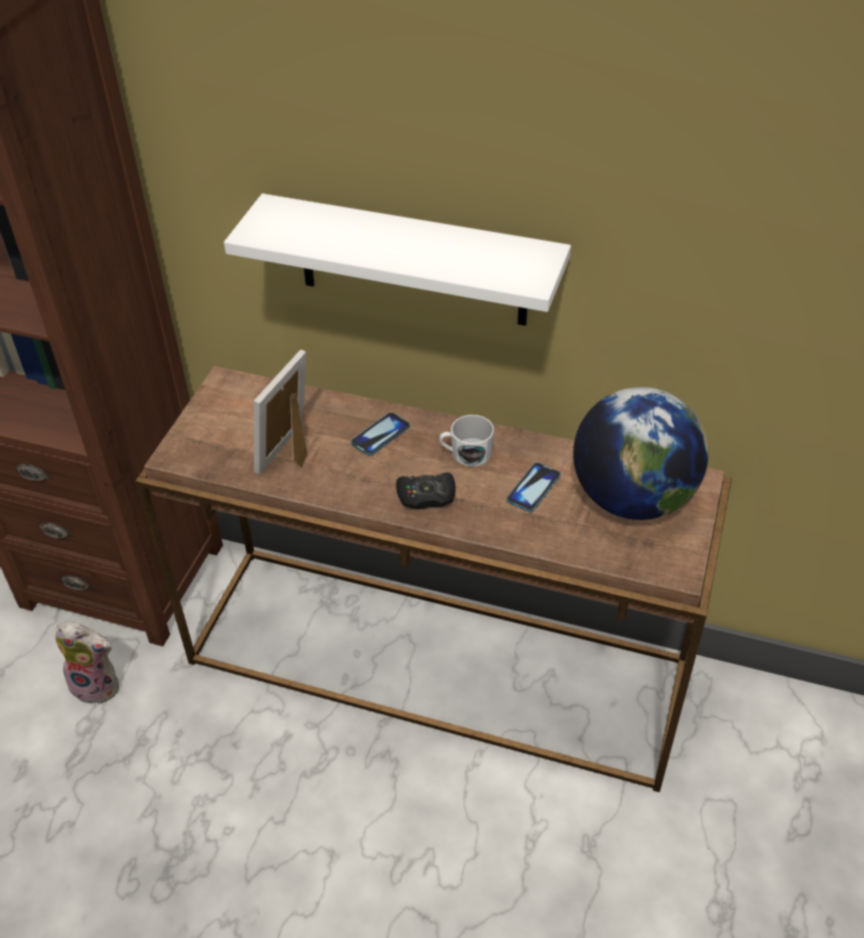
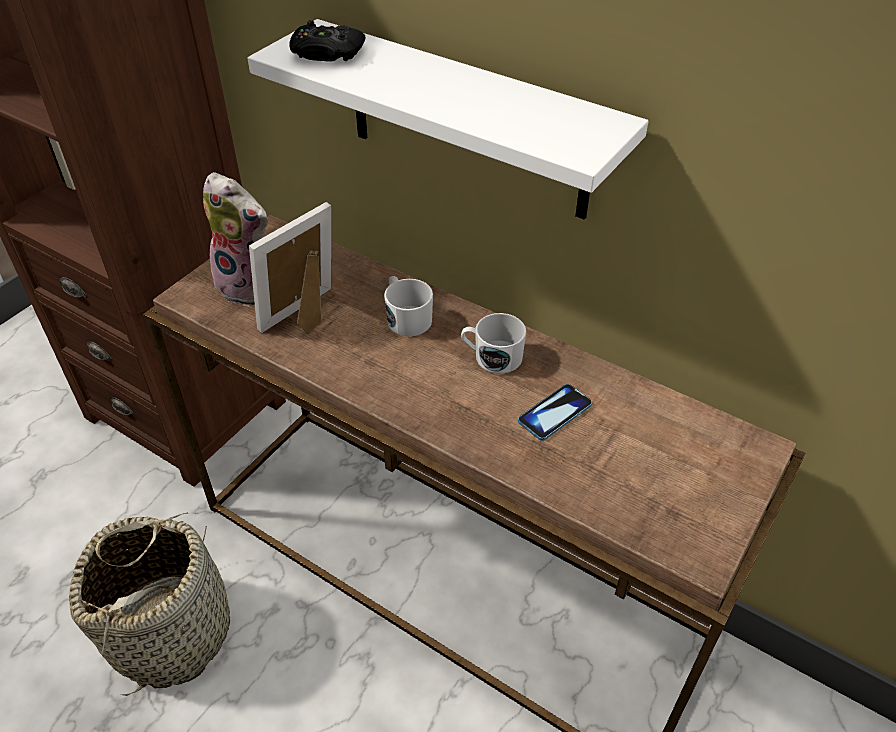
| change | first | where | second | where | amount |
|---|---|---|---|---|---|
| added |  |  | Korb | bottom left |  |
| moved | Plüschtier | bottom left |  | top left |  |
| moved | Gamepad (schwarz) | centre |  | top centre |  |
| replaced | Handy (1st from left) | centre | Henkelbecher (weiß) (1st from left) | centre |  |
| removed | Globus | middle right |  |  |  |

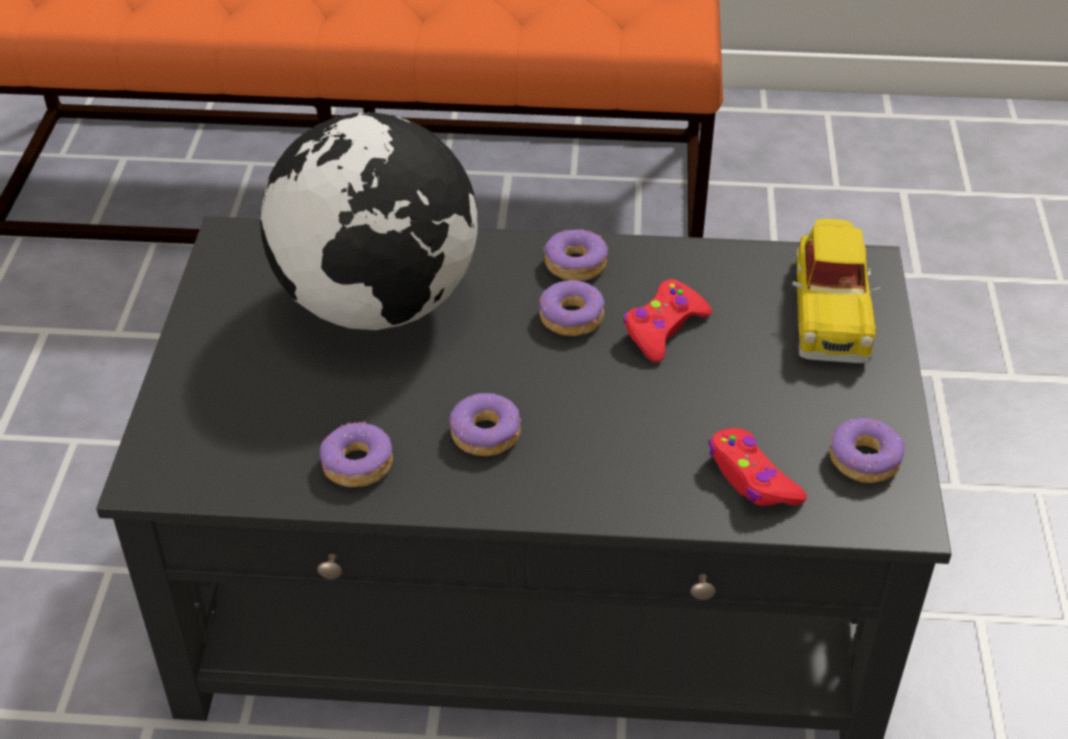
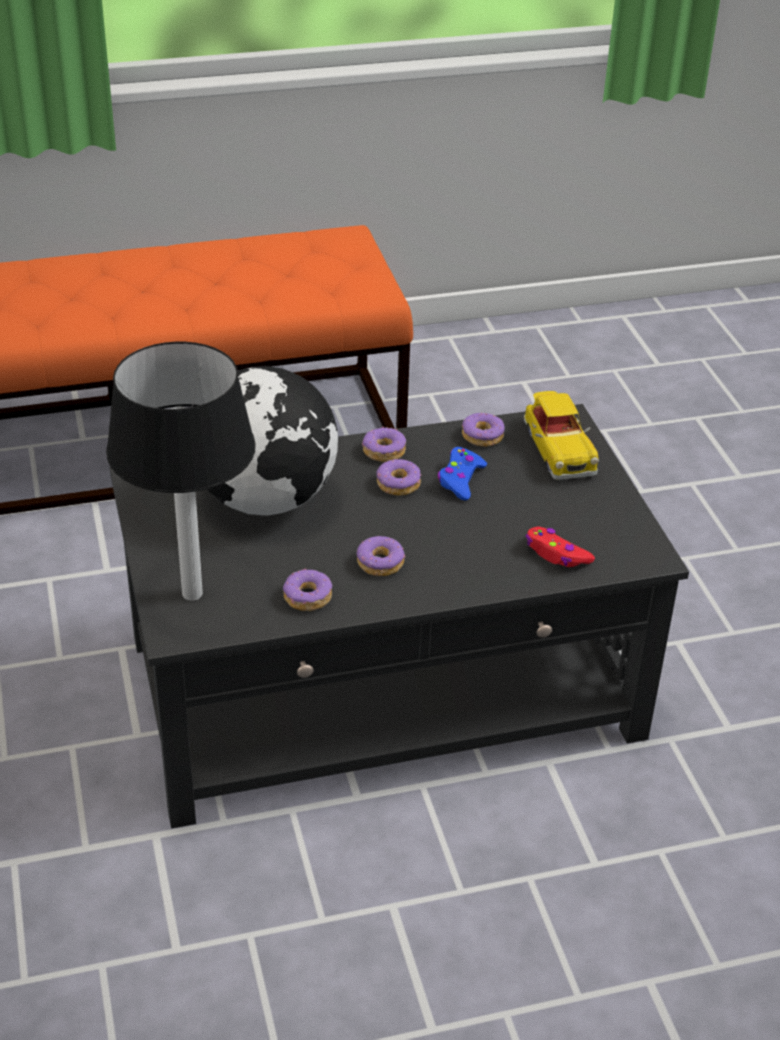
| change | first | where | second | where | amount |
|---|---|---|---|---|---|
| added |  |  | Tischlampe | middle left |  |
| recoloured | Gamepad (rot) (1st from left) | centre | Gamepad (blau) | centre |  |
| moved | Donut (5th from left) | middle right |  | centre |  |

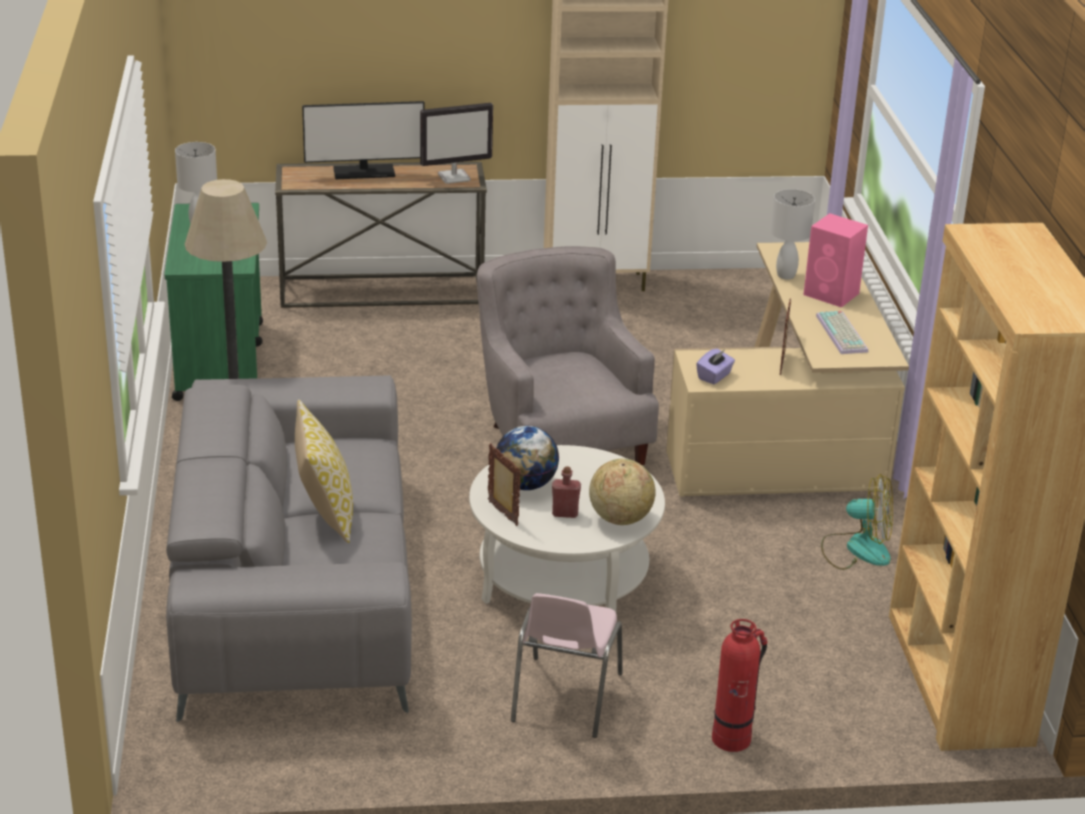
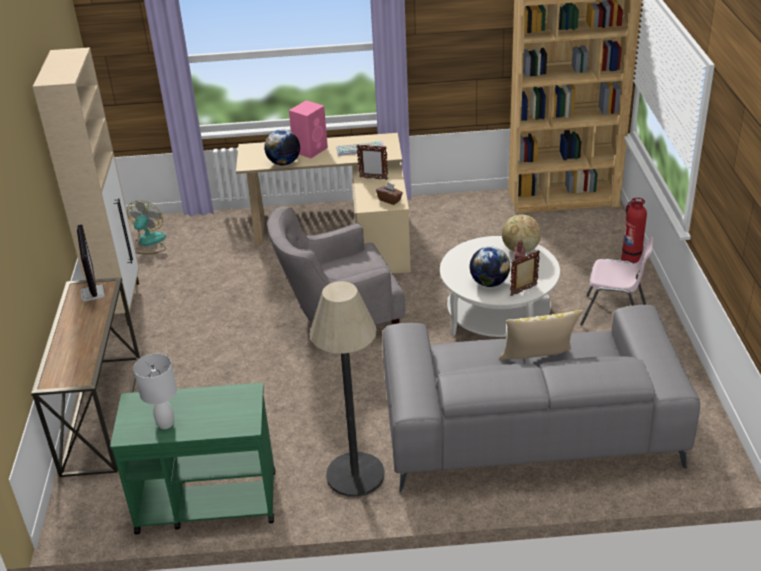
| change | first | where | second | where | amount |
|---|---|---|---|---|---|
| moved | Ventilator | middle right |  | middle left |  |
| replaced | Tischlampe (weiß) (2nd from left) | top right | Globus (1st from left) | top centre |  |
| recoloured | Taschentuchbox (lila) | centre | Taschentuchbox (braun) | centre |  |
| removed | Monitor (1st from left) | top centre |  |  |  |

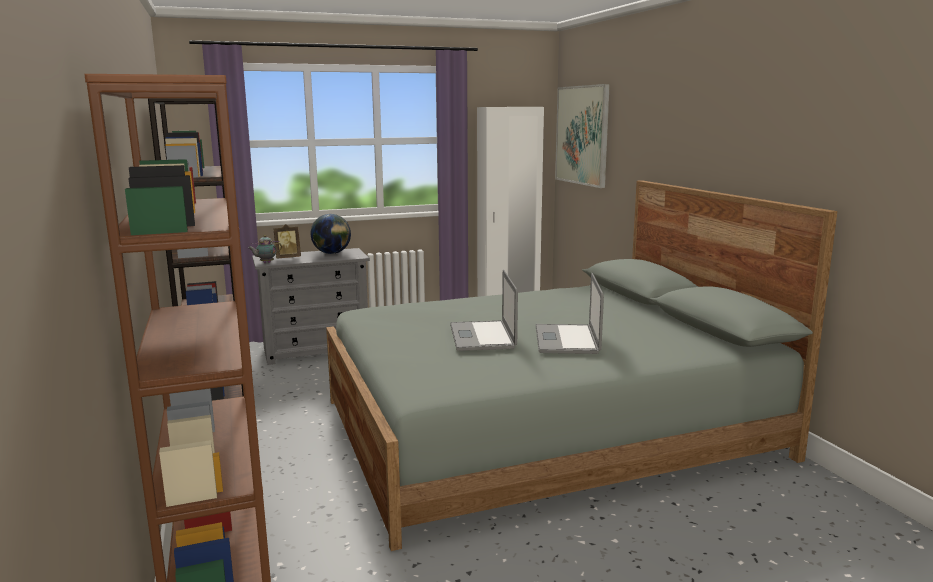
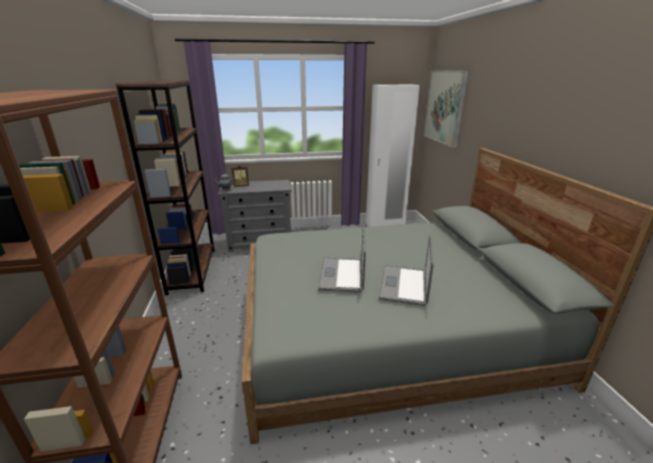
| change | first | where | second | where | amount |
|---|---|---|---|---|---|
| removed | Globus | centre |  |  |  |

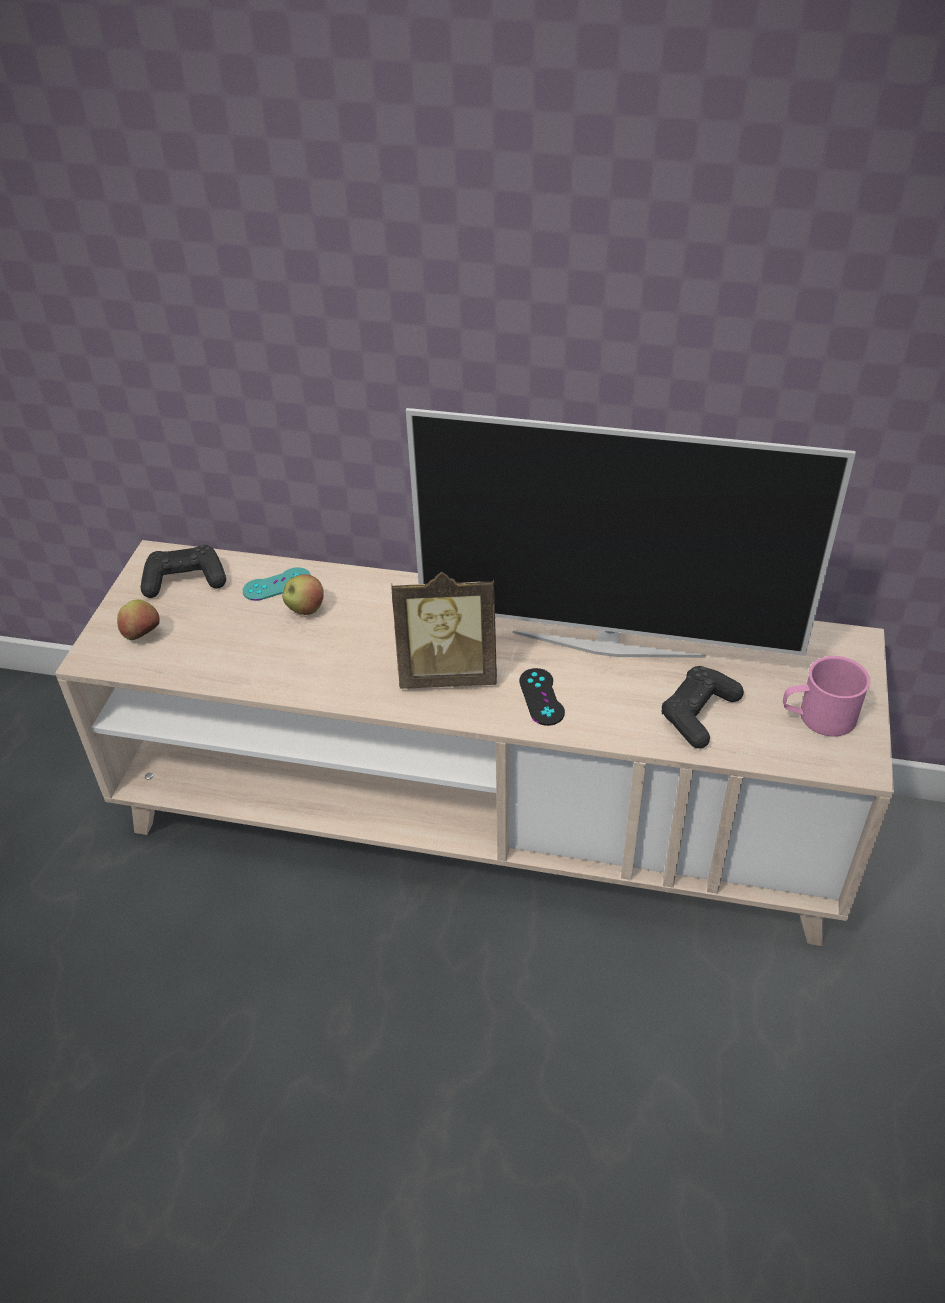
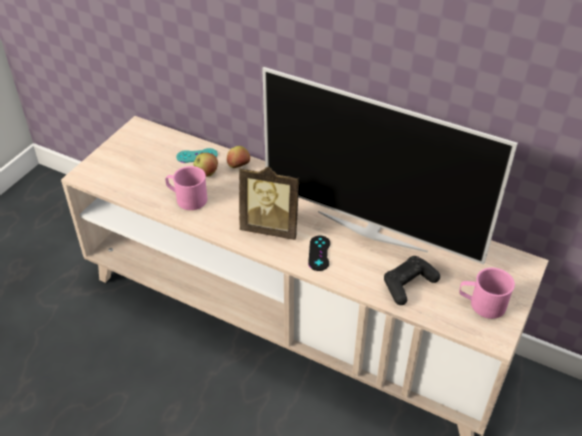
| change | first | where | second | where | amount |
|---|---|---|---|---|---|
| added |  |  | Henkelbecher (rosa) (1st from left) | middle left |  |
| moved | Apfel (1st from left in the first image) | middle left | Apfel (2nd from left) | centre |  |
| removed | Gamepad (schwarz) (1st from left) | middle left |  |  |  |

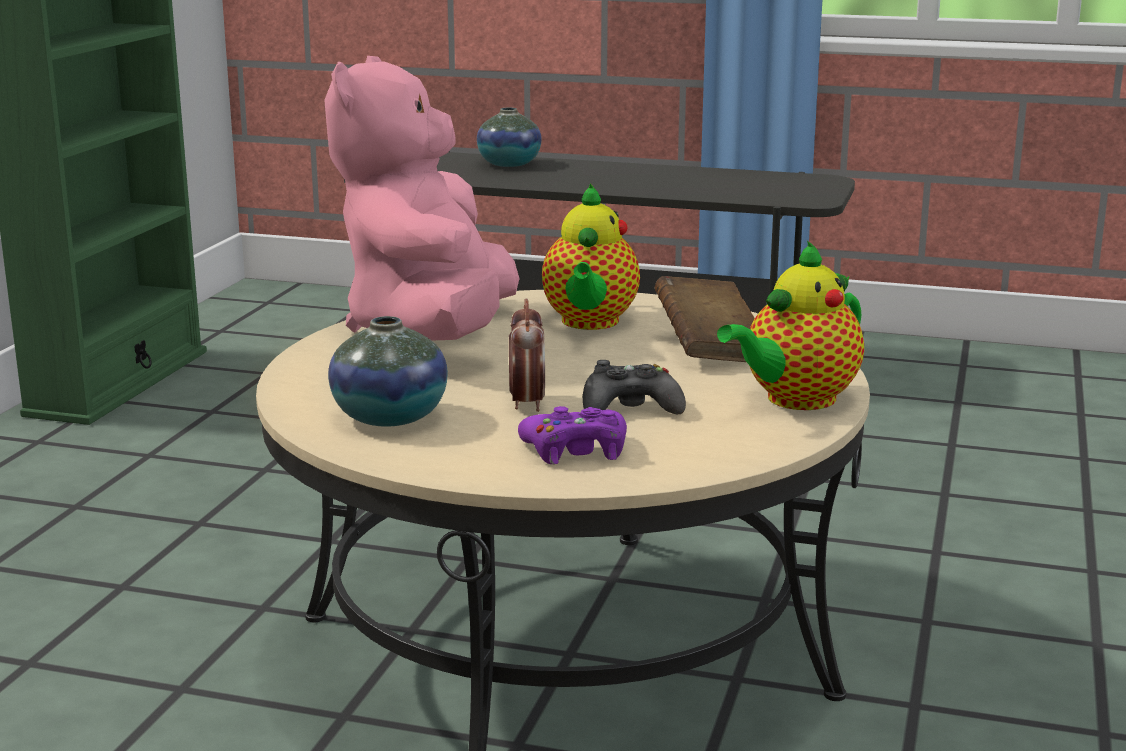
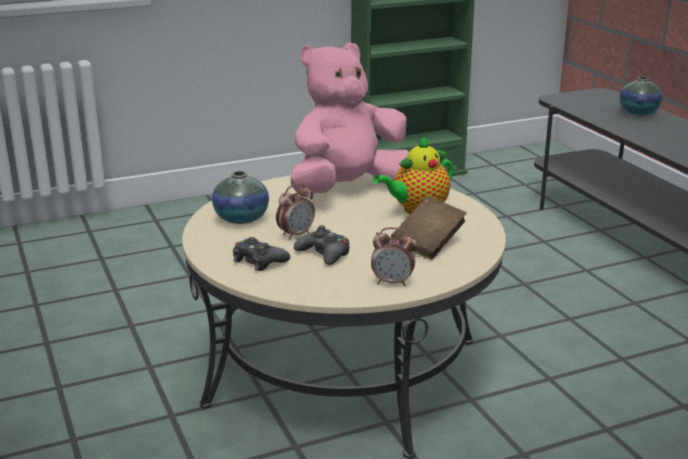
| change | first | where | second | where | amount |
|---|---|---|---|---|---|
| recoloured | Gamepad (lila) | centre | Gamepad (schwarz) (1st from left) | centre |  |
| replaced | Teekanne (2nd from left) | middle right | Wecker (2nd from left) | centre |  |

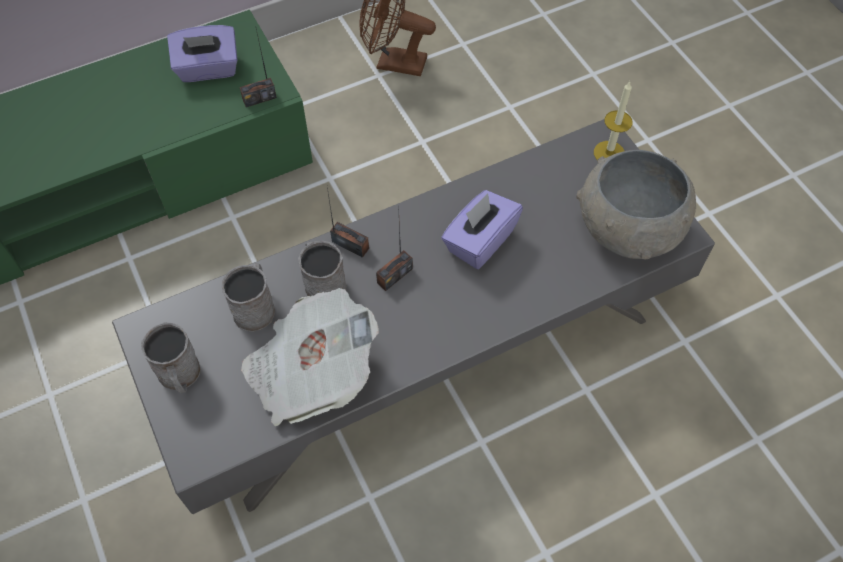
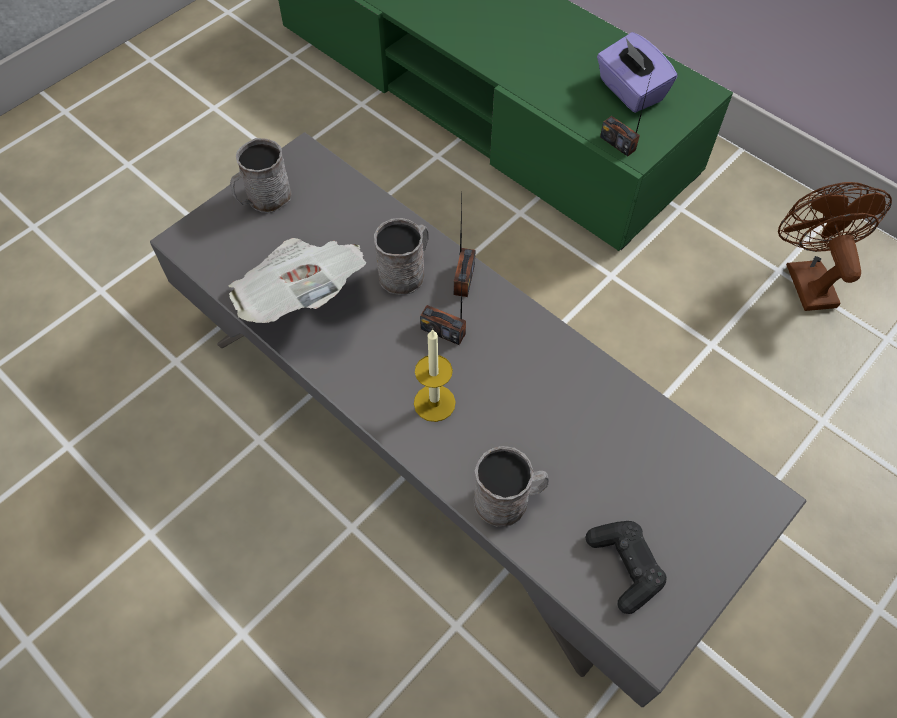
| change | first | where | second | where | amount |
|---|---|---|---|---|---|
| moved | Kerze | top right |  | centre |  |
| moved | Henkelbecher (grau) (2nd from left in the first image) | middle left | Henkelbecher (grau) (3rd from left) | bottom centre |  |
| replaced | Schüssel (grau) | middle right | Gamepad (schwarz) | bottom right |  |
| removed | Taschentuchbox (lila) (2nd from left) | centre |  |  |  |

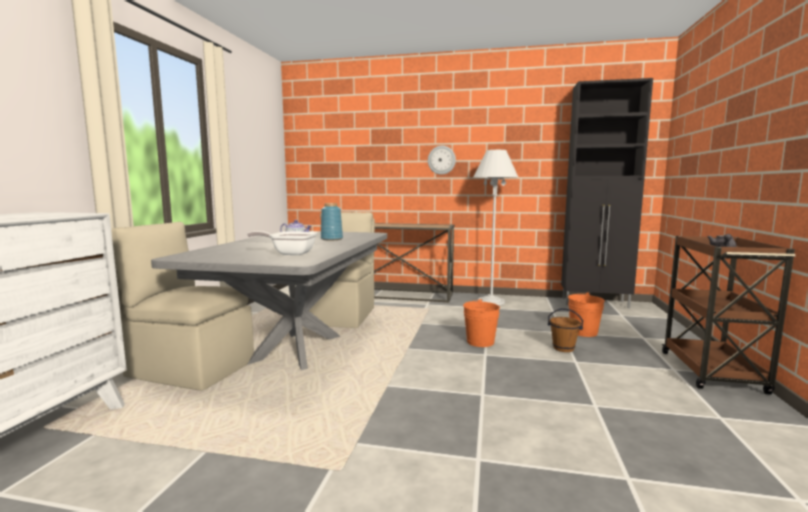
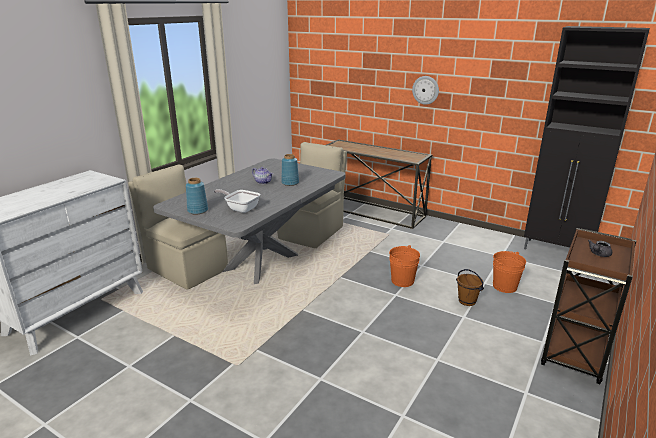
| change | first | where | second | where | amount |
|---|---|---|---|---|---|
| added |  |  | Vase (blau) (1st from left) | middle left |  |
| removed | Stehlampe (weiß) | centre |  |  |  |

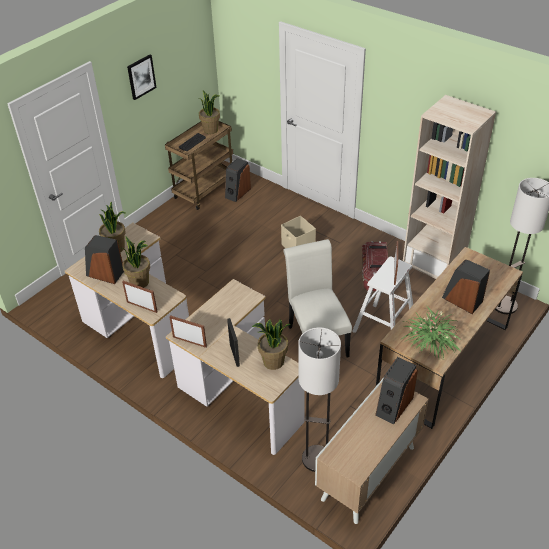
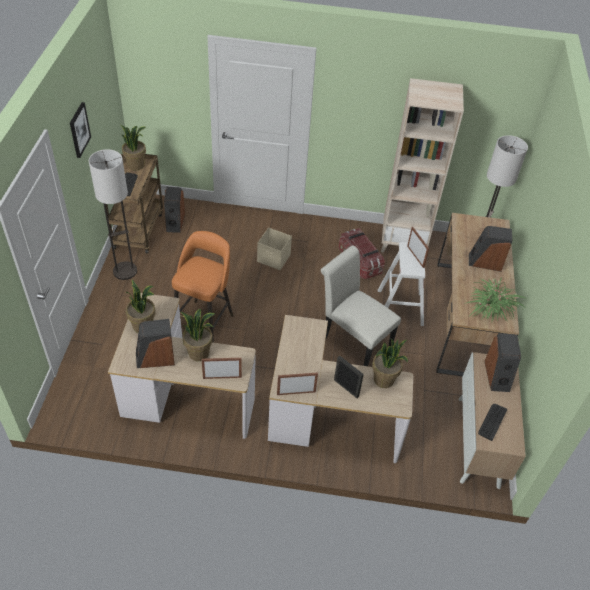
| change | first | where | second | where | amount |
|---|---|---|---|---|---|
| moved | Stehlampe (1st from left) | bottom centre |  | middle left |  |
| added |  |  | Hocker (orange) | centre |  |
| added |  |  | Tastatur (2nd from left) | bottom right |  |

